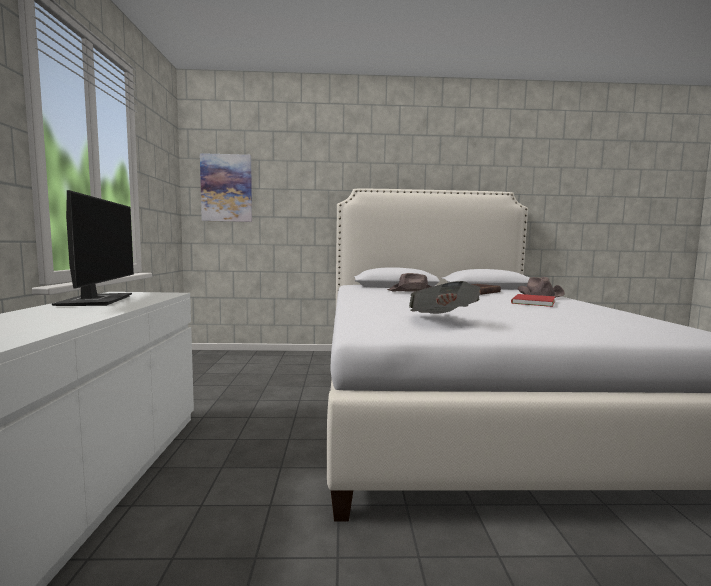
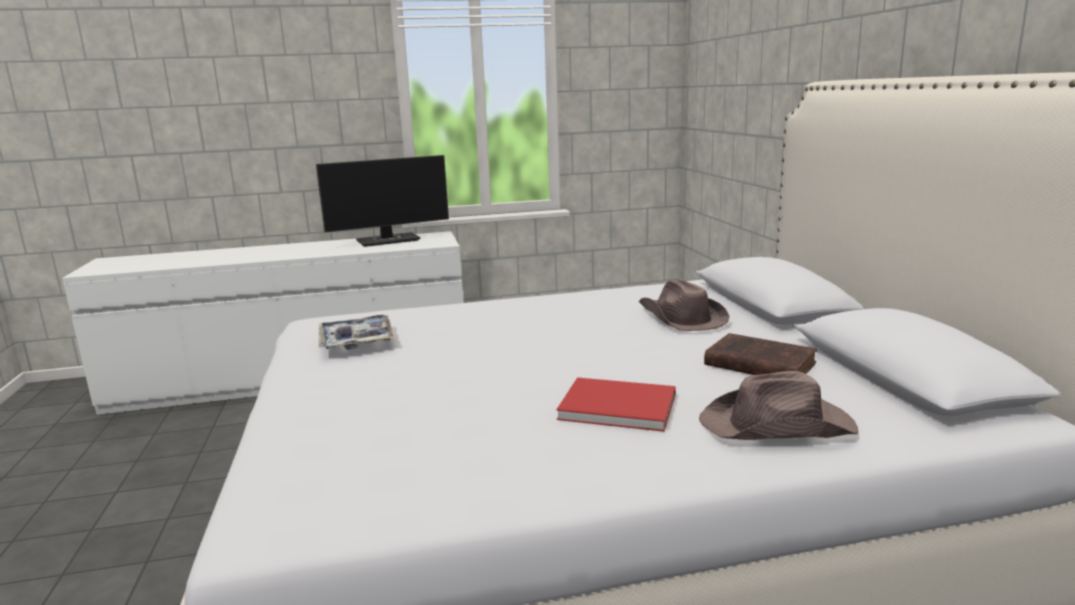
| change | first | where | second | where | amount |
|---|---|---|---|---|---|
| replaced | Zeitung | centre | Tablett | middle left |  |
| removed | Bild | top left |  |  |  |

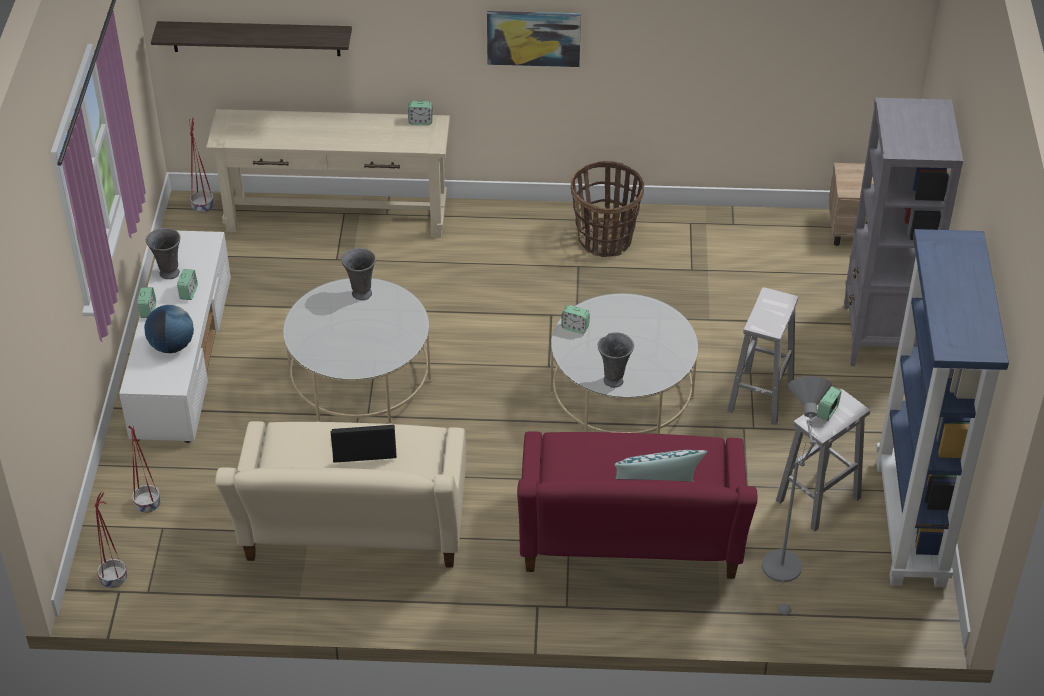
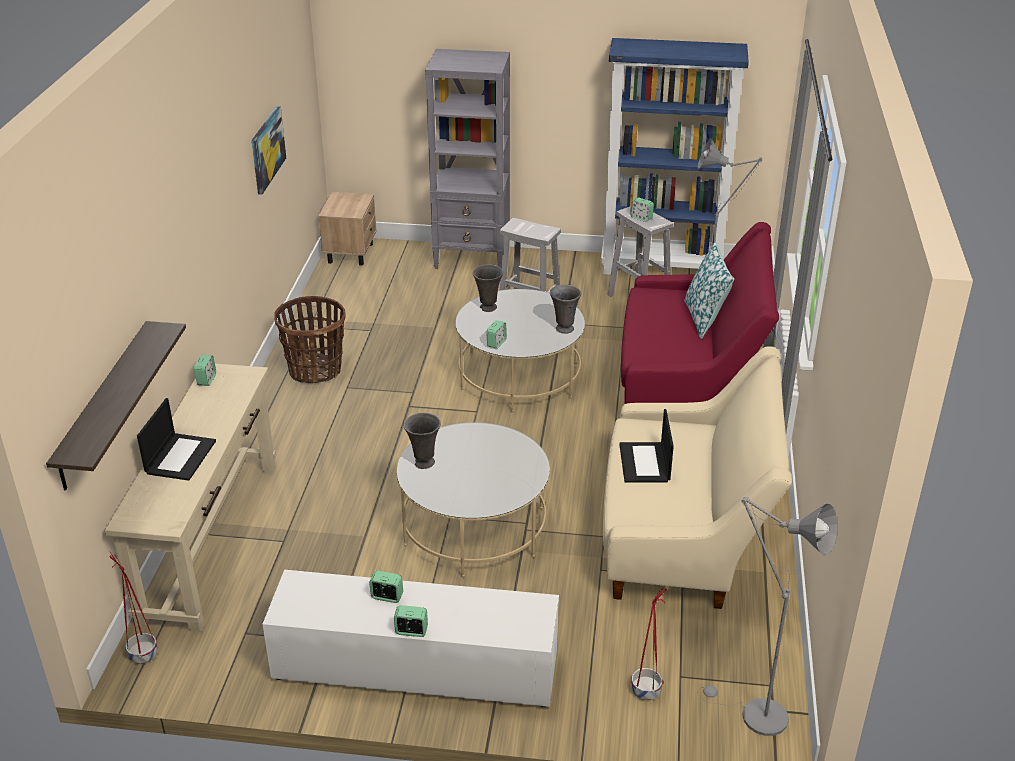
| change | first | where | second | where | amount |
|---|---|---|---|---|---|
| added |  |  | Laptop (1st from left) | middle left |  |
| moved | Bild | top centre |  | top left |  |
| moved | Vase (grau) (1st from left in the first image) | middle left | Vase (grau) (2nd from left) | centre |  |
| replaced | Pflanzkübel (rot) (1st from left) | bottom left | Stehlampe (grau) (2nd from left) | bottom right |  |
| removed | Globus | middle left |  |  |  |

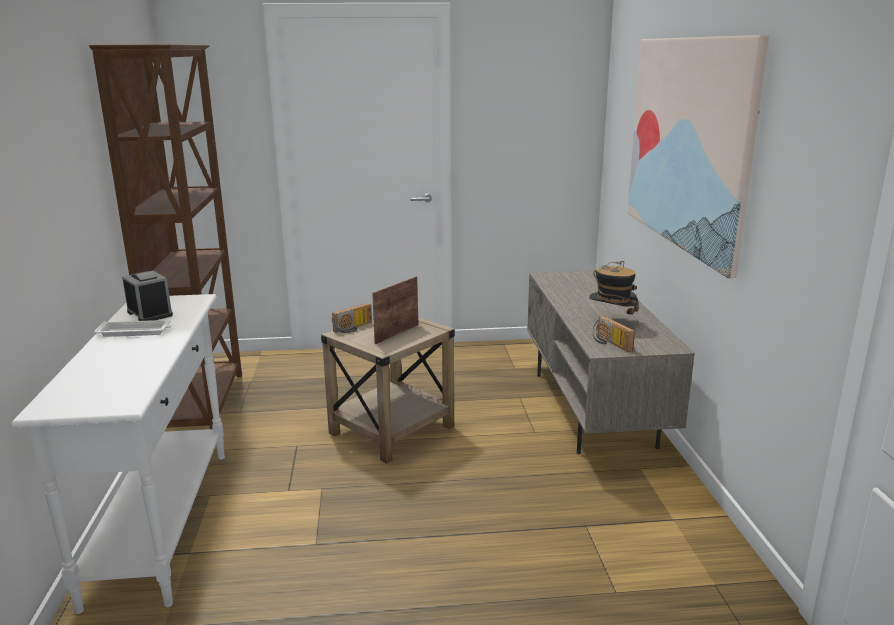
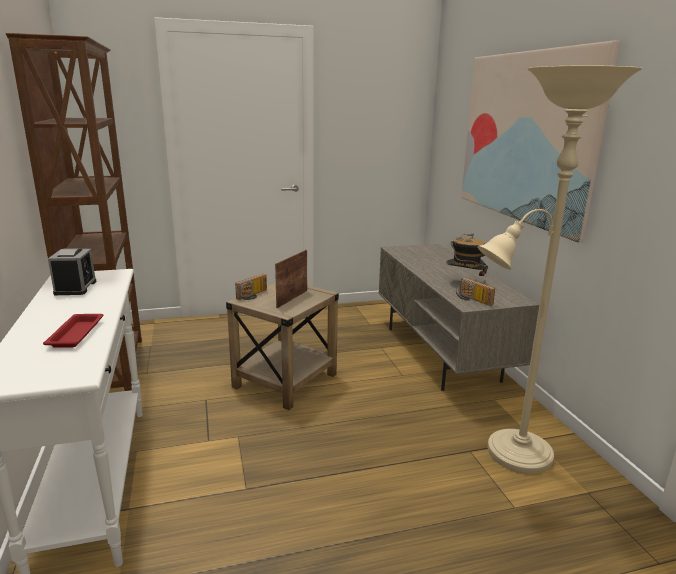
| change | first | where | second | where | amount |
|---|---|---|---|---|---|
| added |  |  | Tablett (rot) | middle left |  |
| turned | Wecker | middle left |  | middle left | 45 degrees clockwise |
| added |  |  | Stehlampe (beige) | middle right |  |
| removed | Tablett (weiß) | middle left |  |  |  |

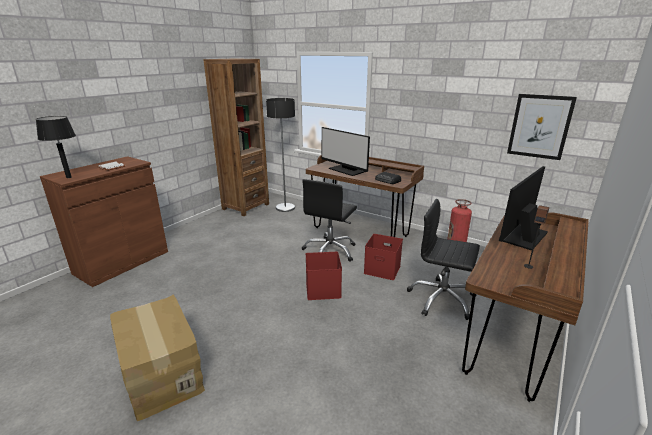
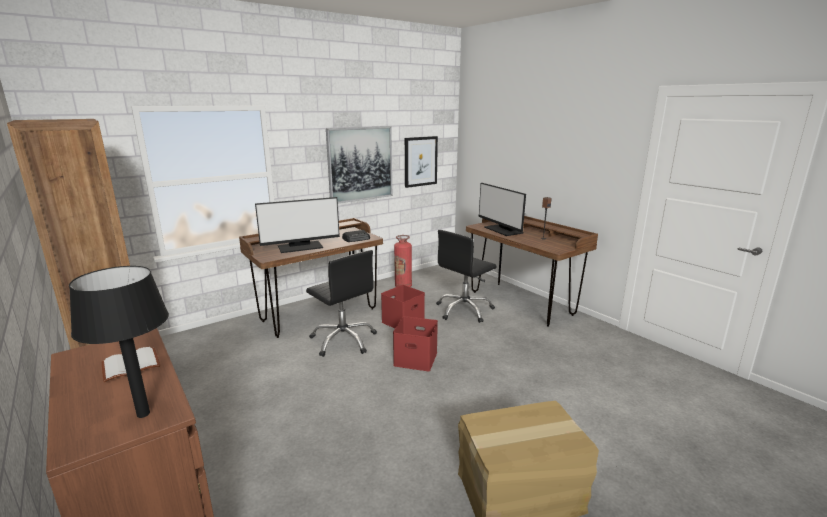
| change | first | where | second | where | amount |
|---|---|---|---|---|---|
| added |  |  | Bild (1st from left) | top centre |  |
| removed | Stehlampe | centre |  |  |  |

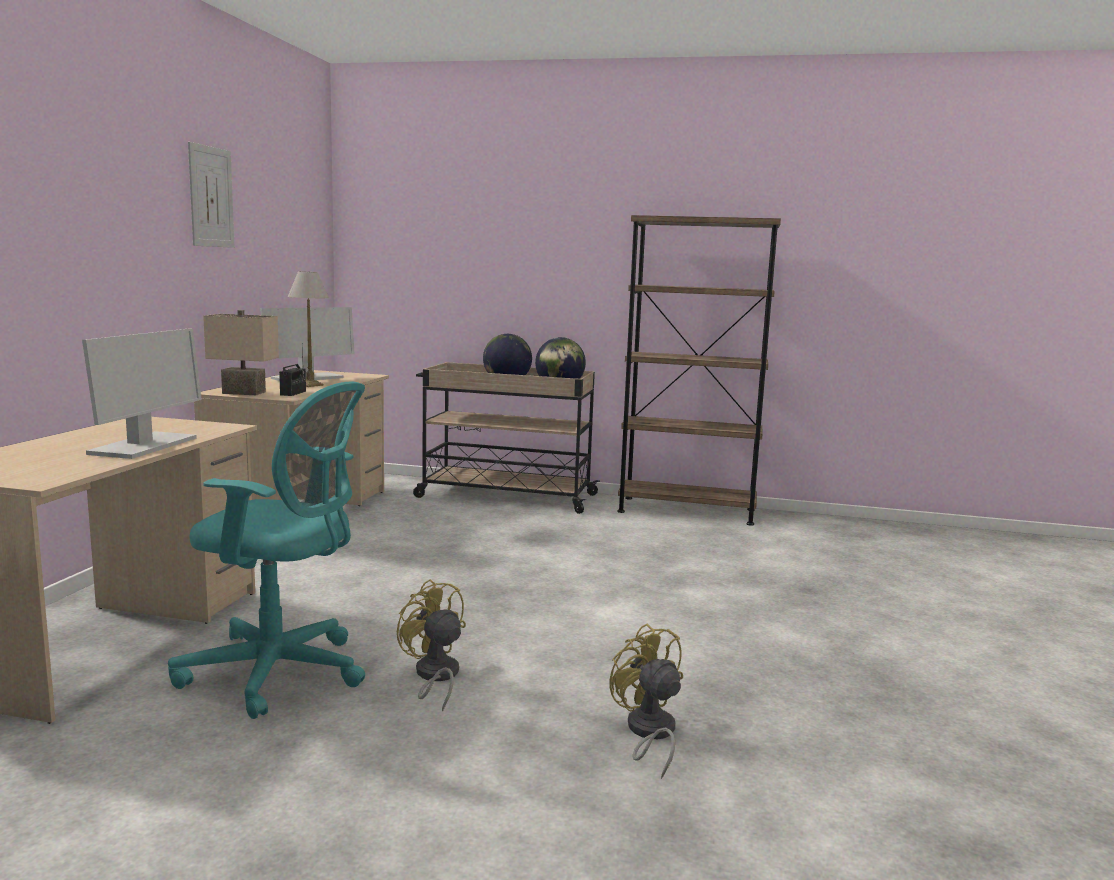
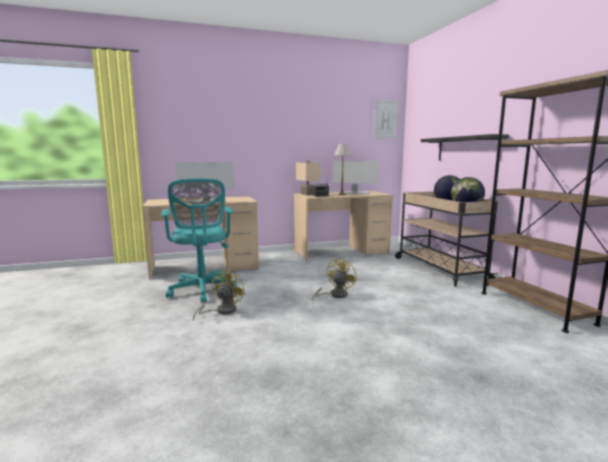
| change | first | where | second | where | amount |
|---|---|---|---|---|---|
| moved | Ventilator (gelb) (2nd from left) | bottom centre |  | centre |  |
| moved | Bild | top left |  | top centre |  |
| added |  |  | Wandregal (schwarz) | top right |  |

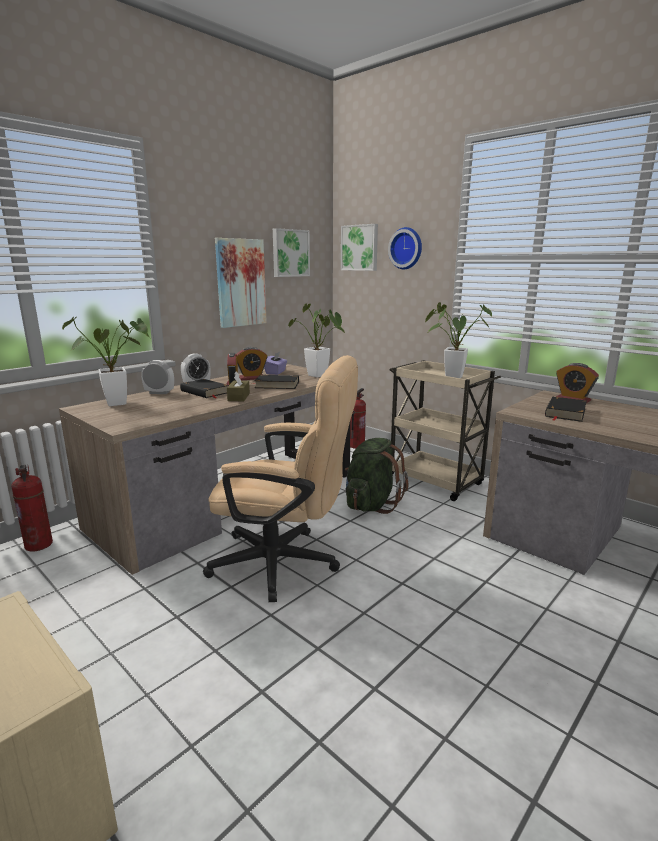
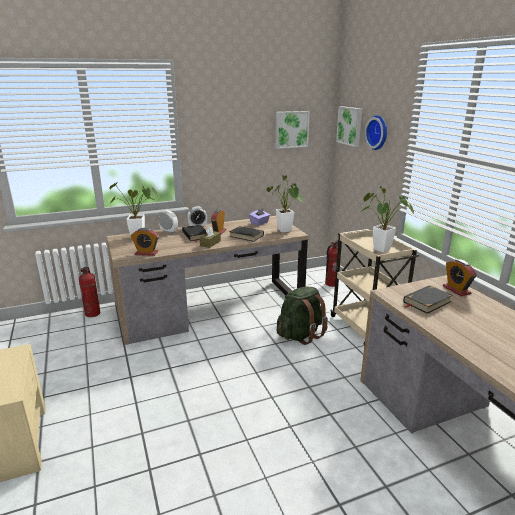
| change | first | where | second | where | amount |
|---|---|---|---|---|---|
| moved | Wecker (4th from left in the first image) | centre | Wecker (1st from left) | middle left |  |
| removed | Bürostuhl (beige) | centre |  |  |  |
| removed | Bild (1st from left) | centre |  |  |  |

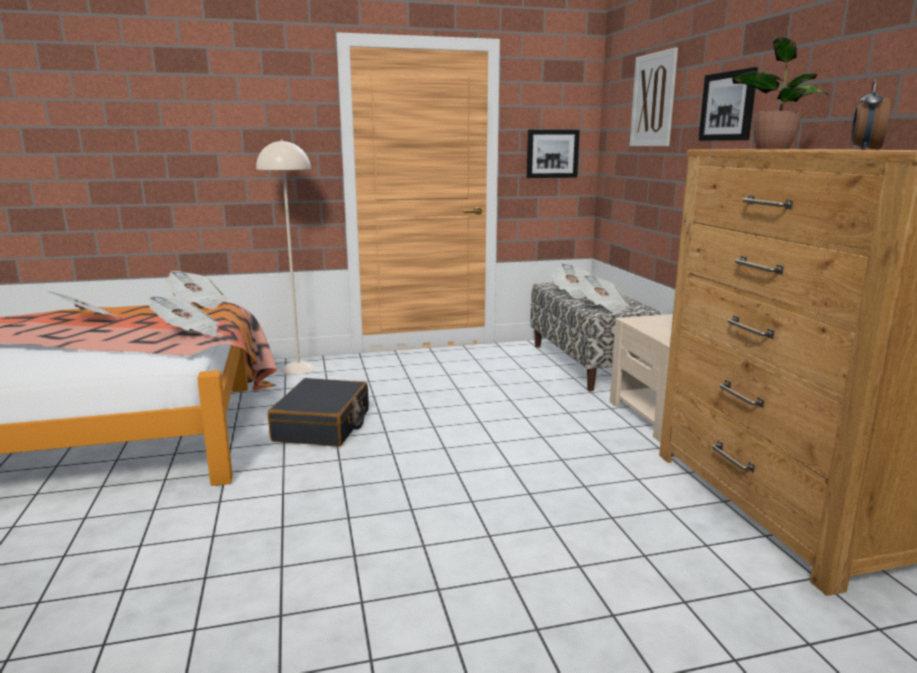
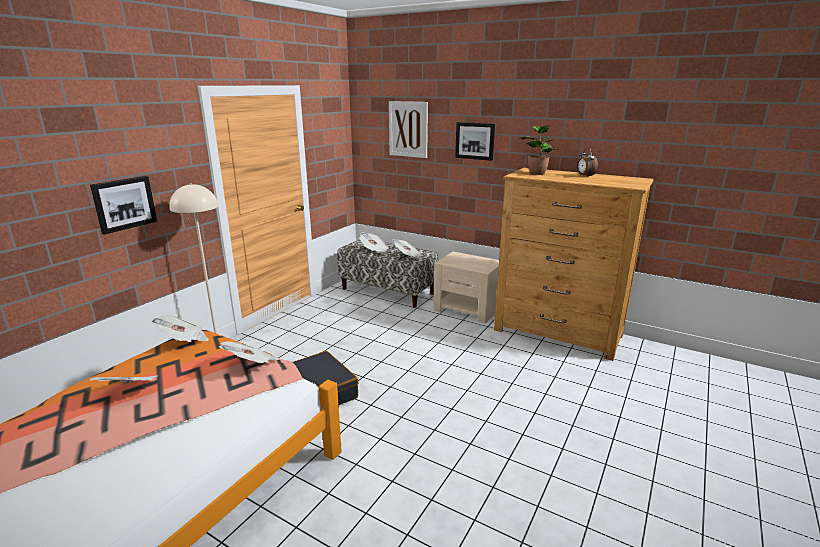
| change | first | where | second | where | amount |
|---|---|---|---|---|---|
| moved | Bild (1st from left) | top centre |  | middle left |  |

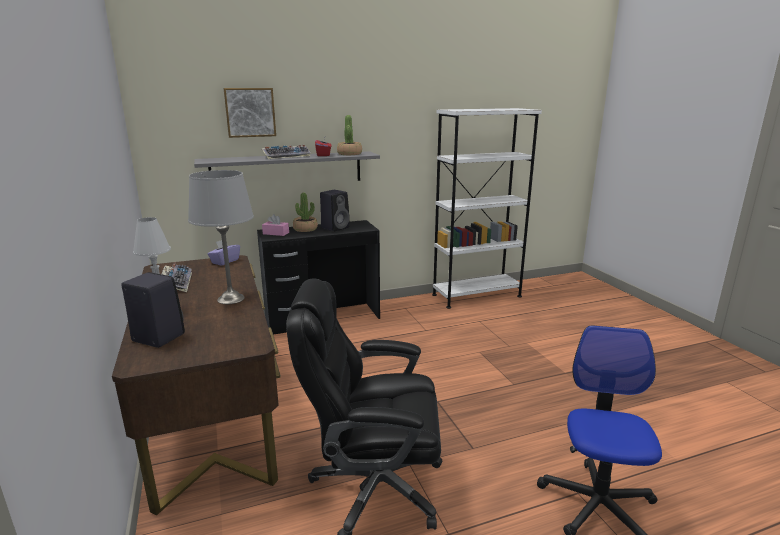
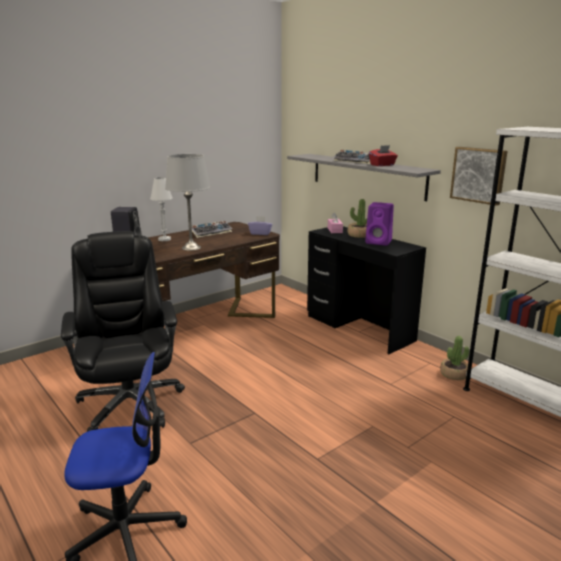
| change | first | where | second | where | amount |
|---|---|---|---|---|---|
| recoloured | Lautsprecher (schwarz) (2nd from left) | centre | Lautsprecher (lila) | middle right |  |
| moved | Topfpflanze (2nd from left) | top centre |  | middle right |  |
| moved | Bild | top left |  | top right |  |

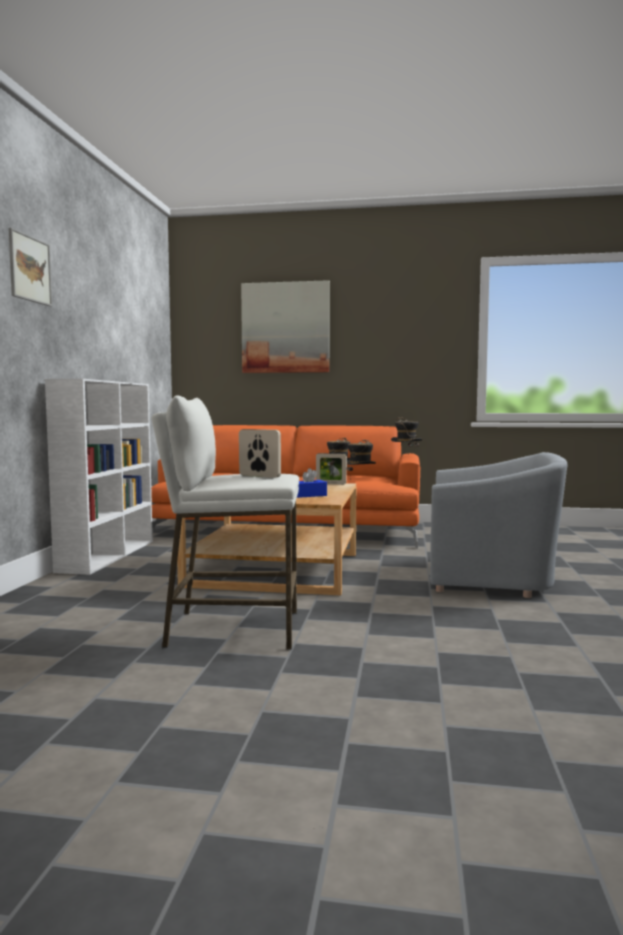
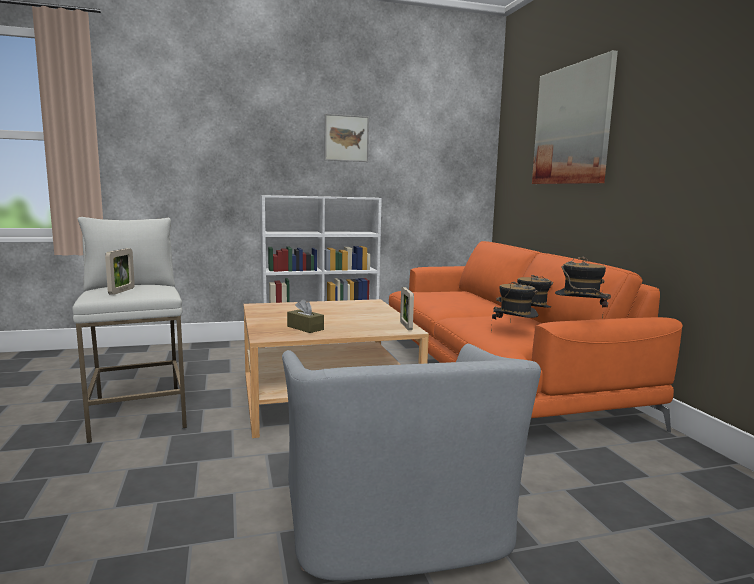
| change | first | where | second | where | amount |
|---|---|---|---|---|---|
| recoloured | Taschentuchbox (blau) | centre | Taschentuchbox (braun) | centre |  |
| moved | Bild (1st from left) | top left |  | top centre |  |

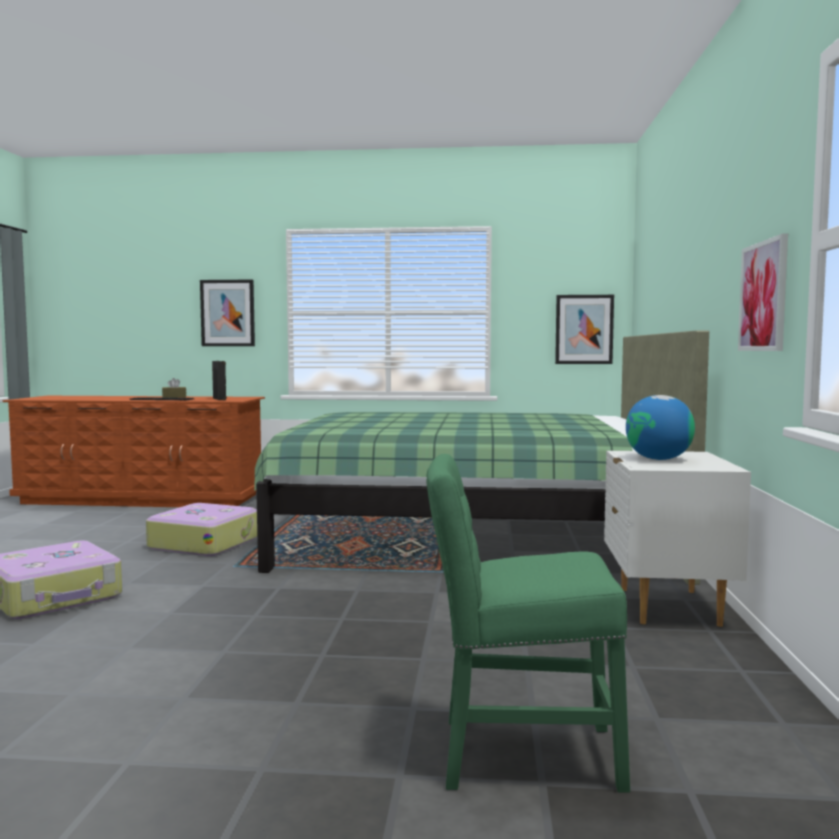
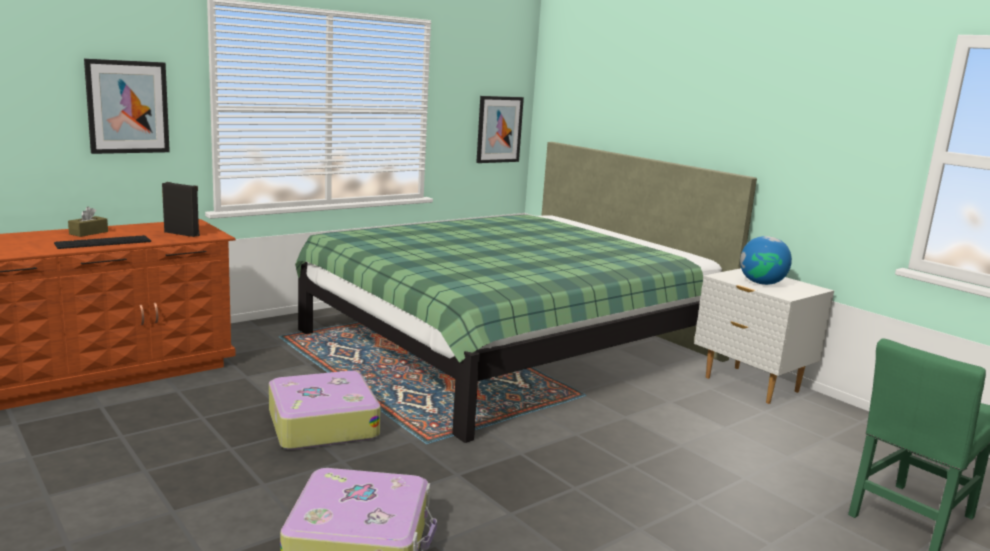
| change | first | where | second | where | amount |
|---|---|---|---|---|---|
| removed | Bild (3rd from left) | middle right |  |  |  |

